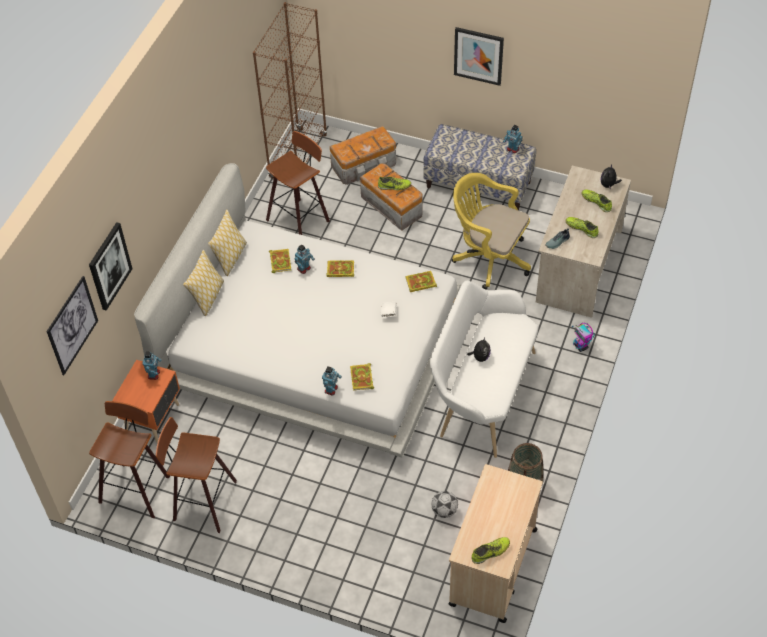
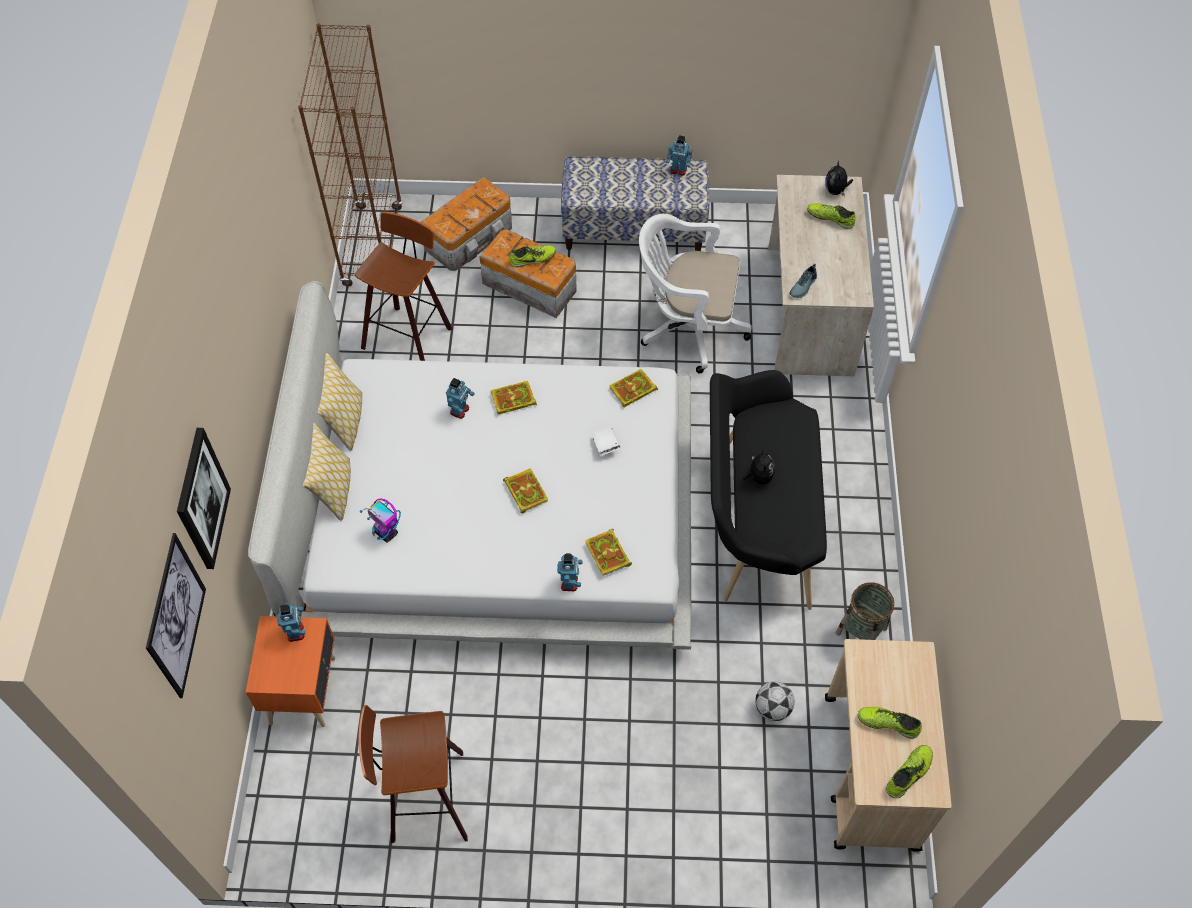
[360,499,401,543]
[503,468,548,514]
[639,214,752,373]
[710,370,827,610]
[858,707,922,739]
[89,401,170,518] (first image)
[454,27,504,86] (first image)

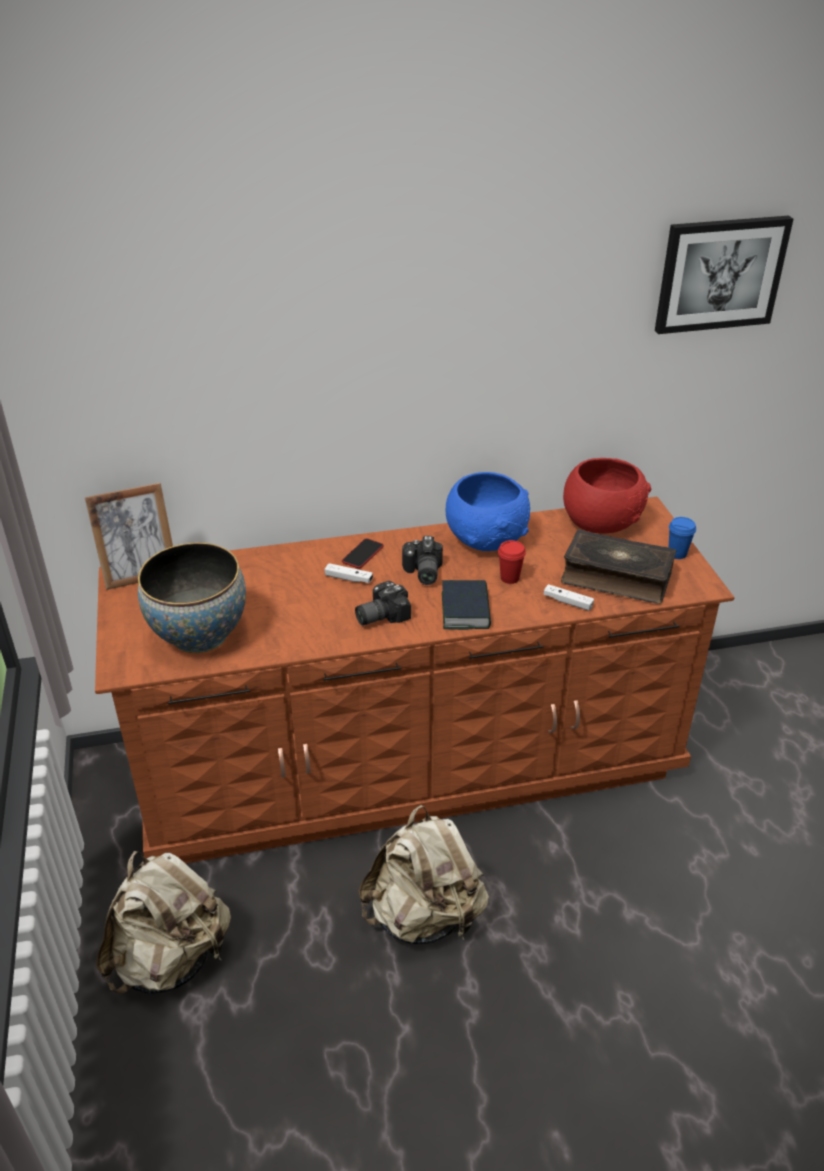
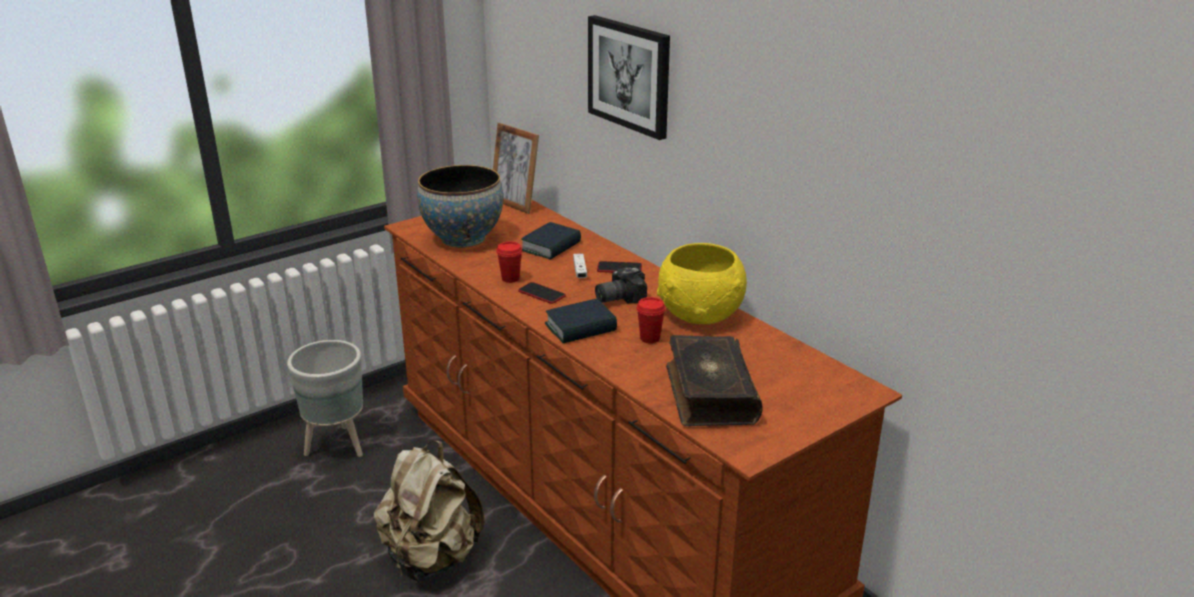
[287,340,363,457]
[496,242,522,283]
[518,282,566,304]
[521,222,581,260]
[588,15,670,140]
[657,243,747,324]
[544,584,594,611] (first image)
[563,458,651,533] (first image)
[669,517,696,559] (first image)

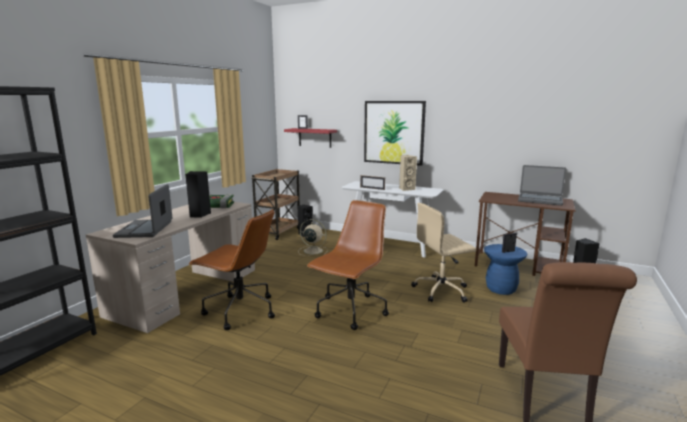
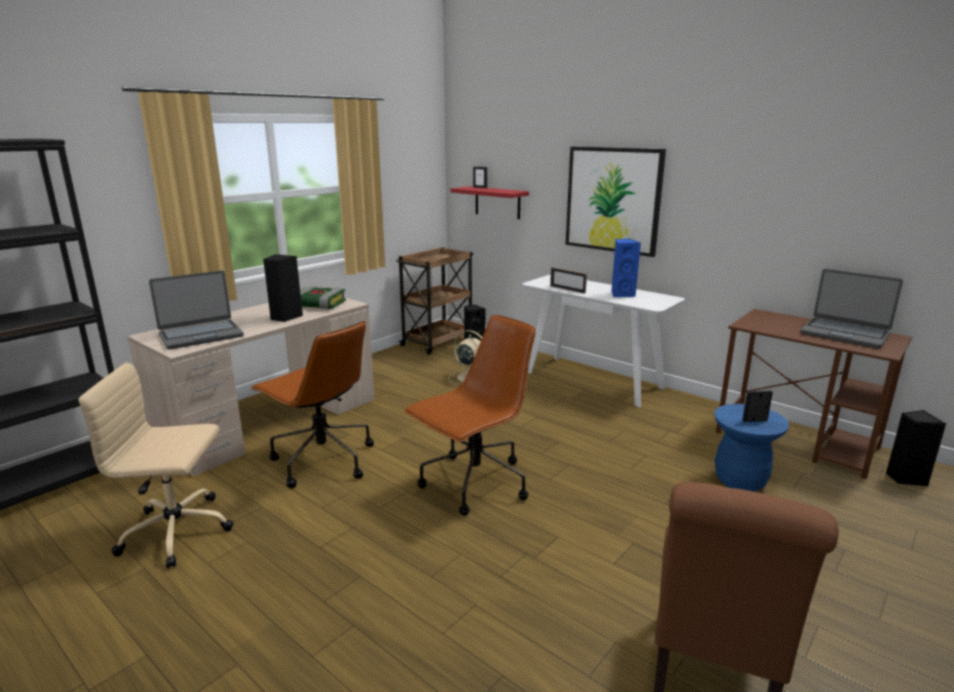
[78,362,233,568]
[149,271,244,349]
[611,239,641,297]

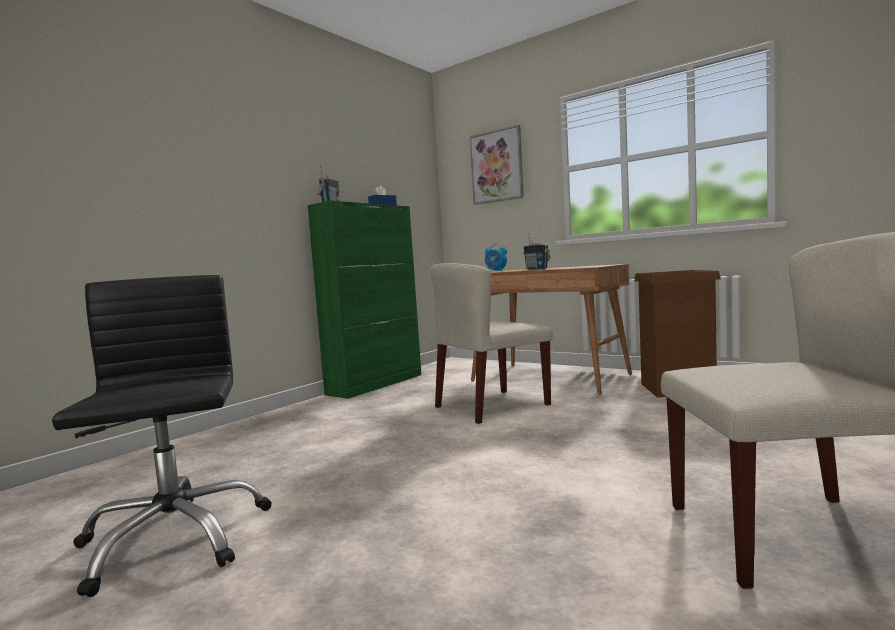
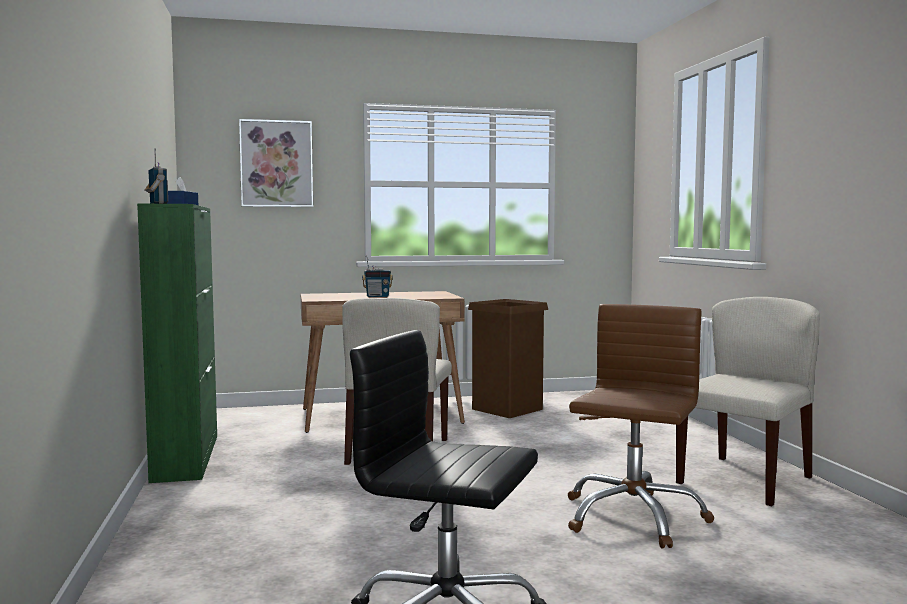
[568,304,714,549]
[485,243,507,271] (first image)

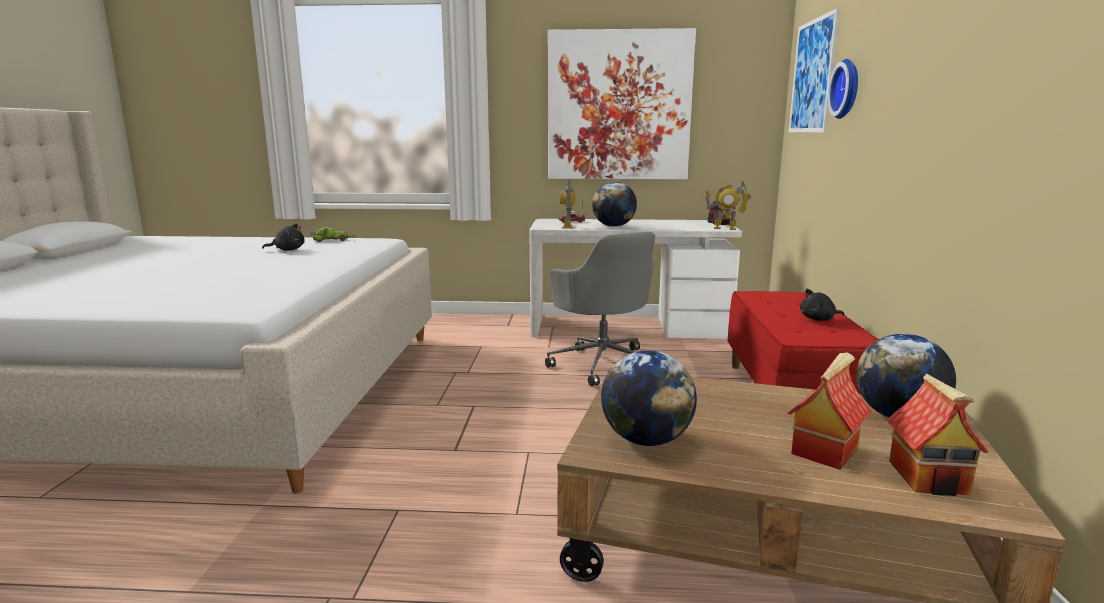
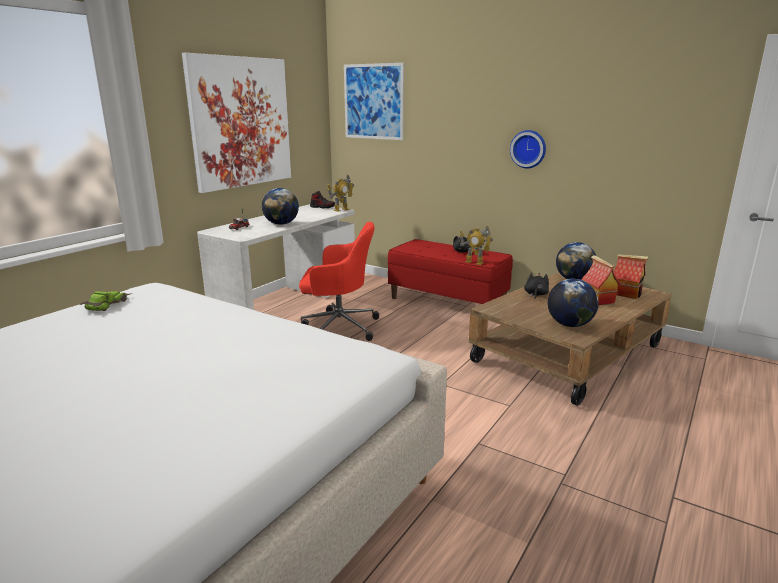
[299,222,379,341]
[460,226,493,265]
[510,130,546,168]
[524,273,549,299]

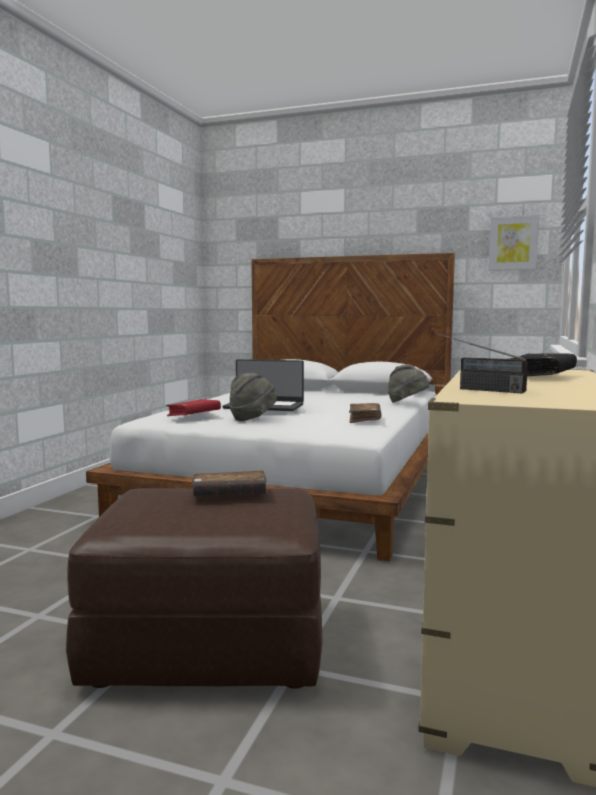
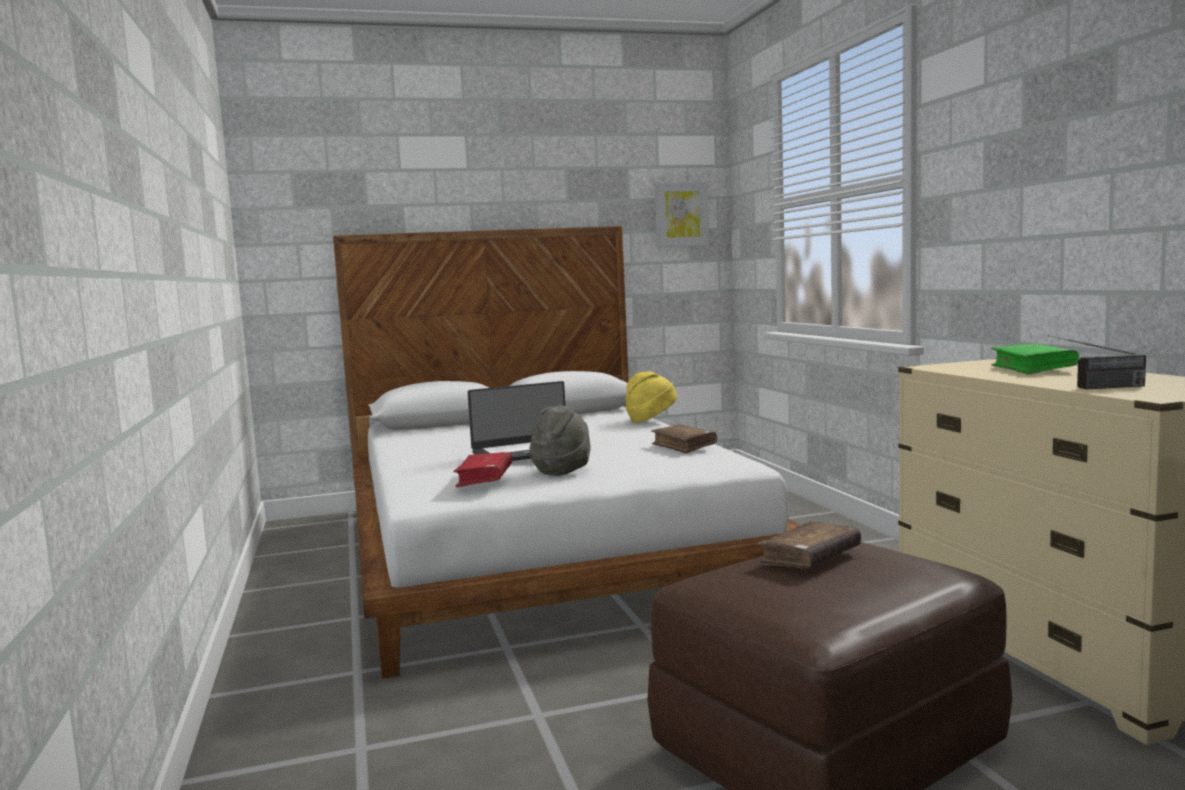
[626,371,677,423]
[991,344,1079,375]

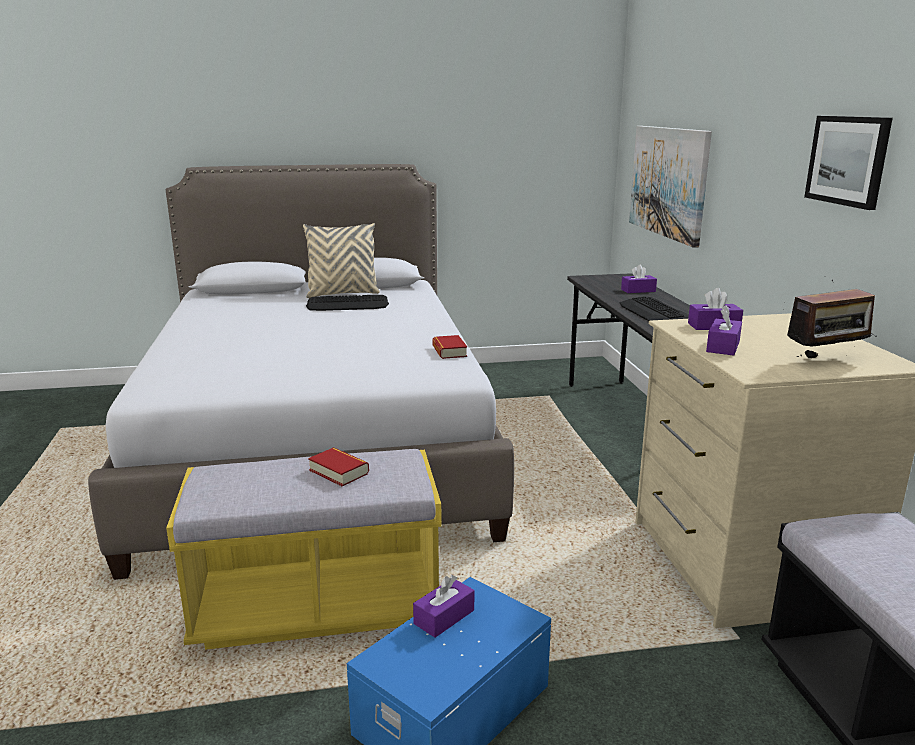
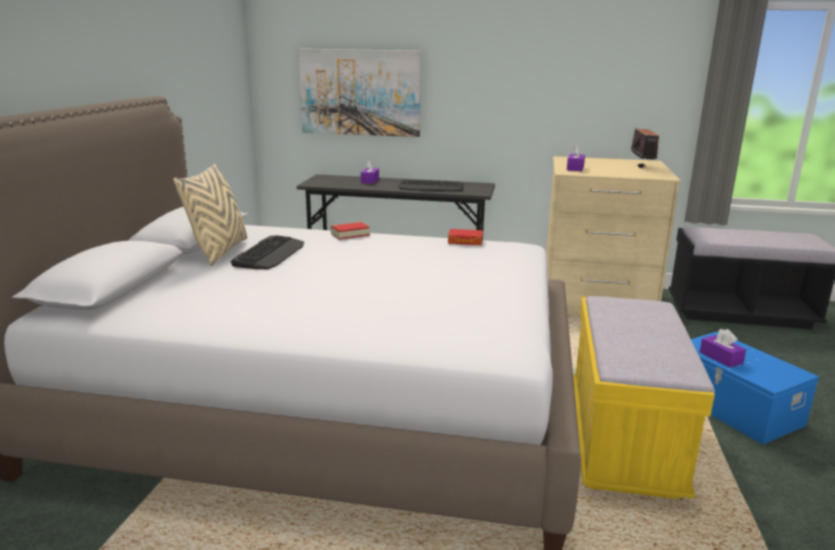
[331,222,370,240]
[706,305,742,356] (first image)
[804,116,893,210] (first image)

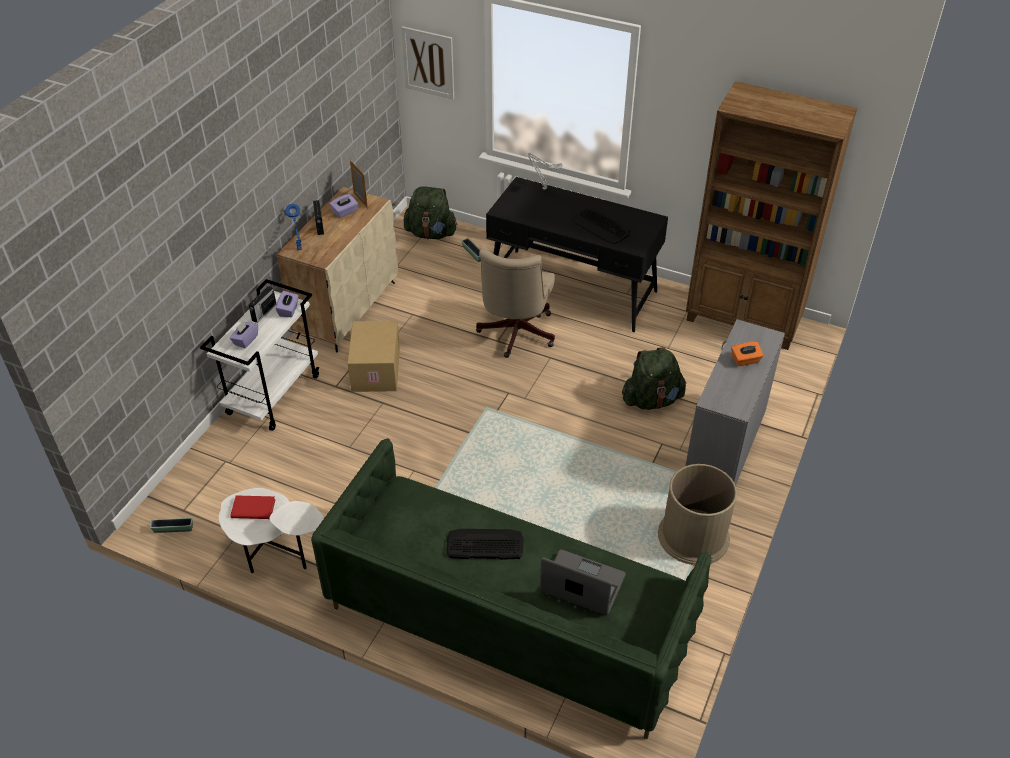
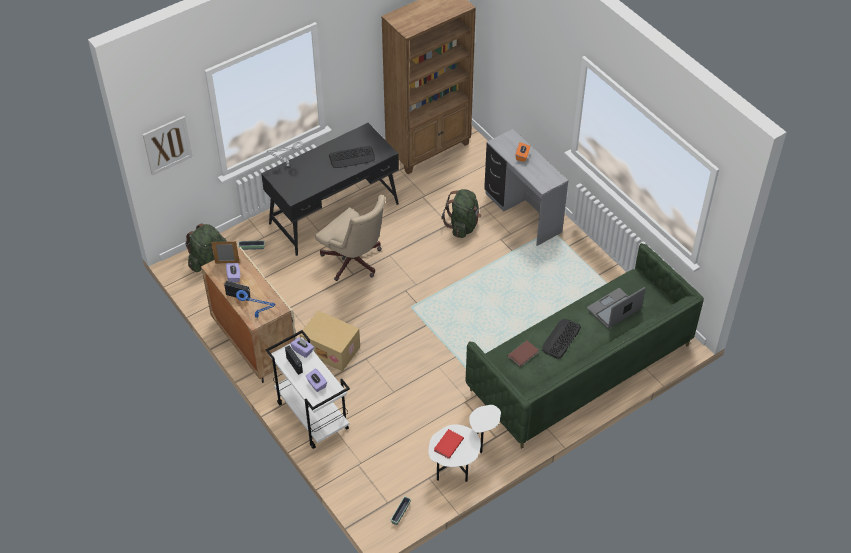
[508,340,539,367]
[658,464,737,566] (first image)

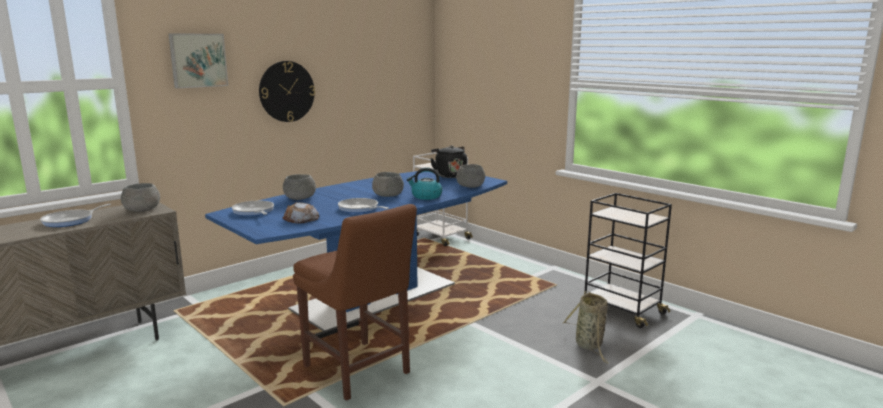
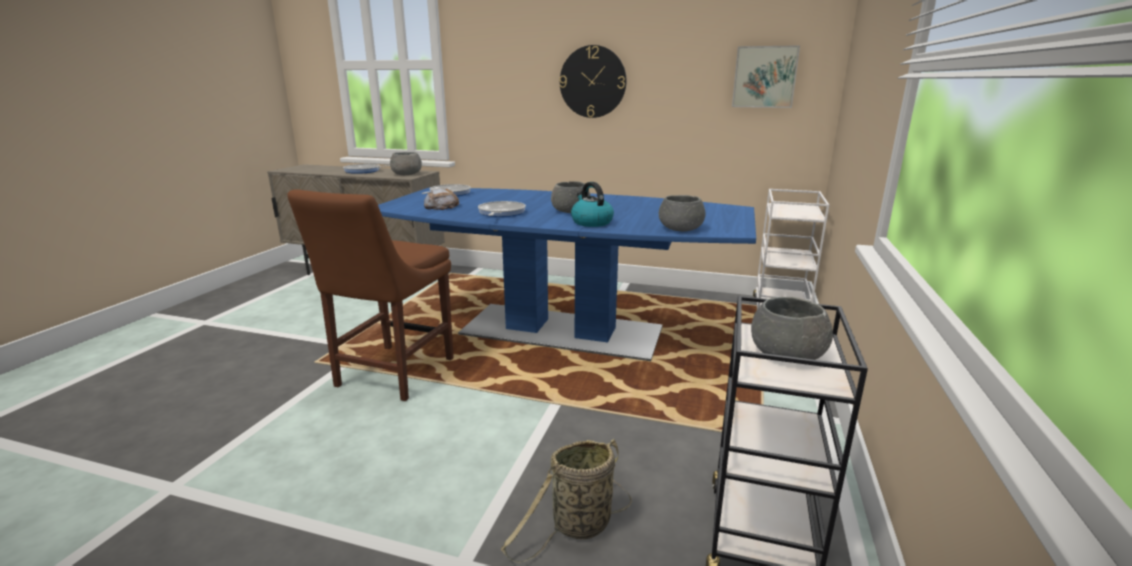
[732,45,800,108]
[751,297,833,360]
[430,145,467,178] (first image)

